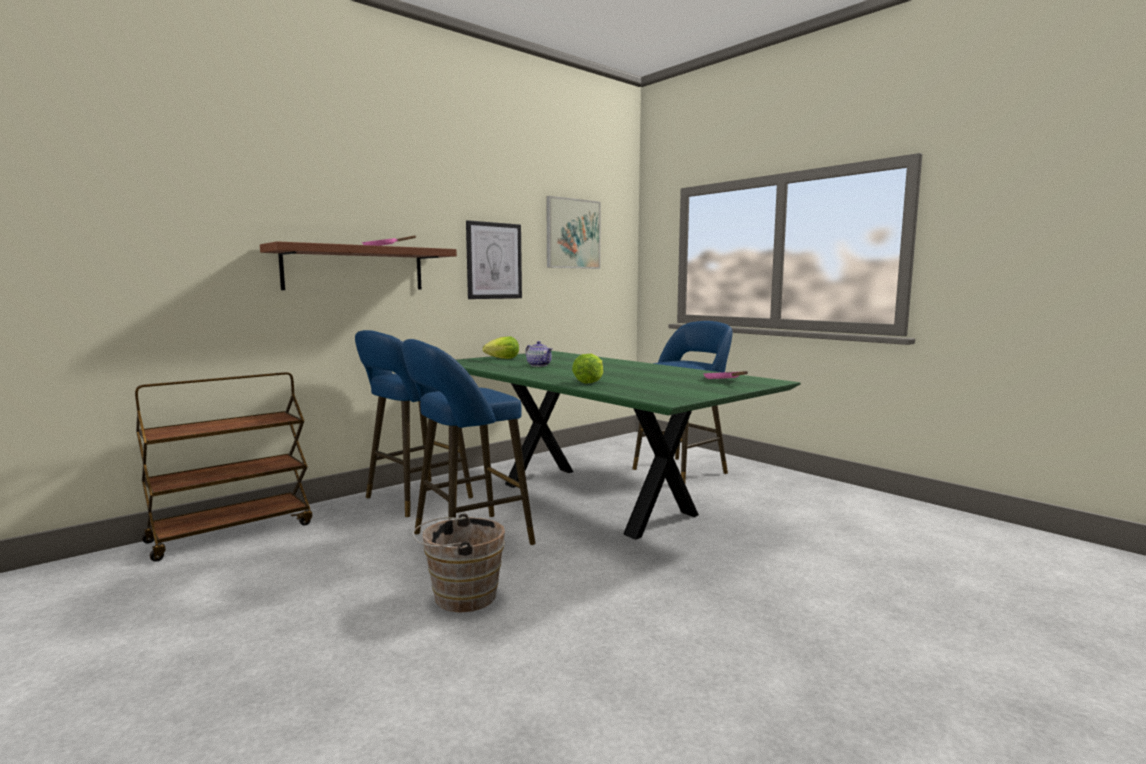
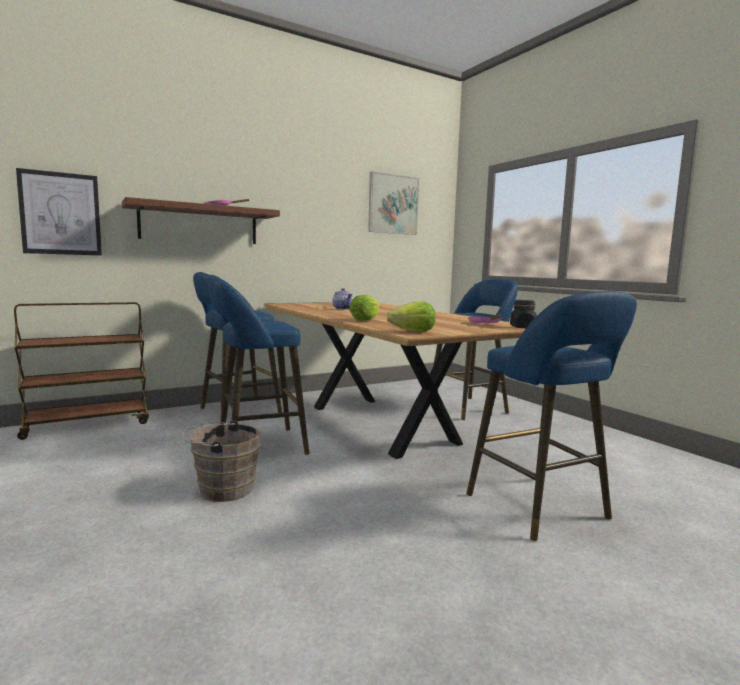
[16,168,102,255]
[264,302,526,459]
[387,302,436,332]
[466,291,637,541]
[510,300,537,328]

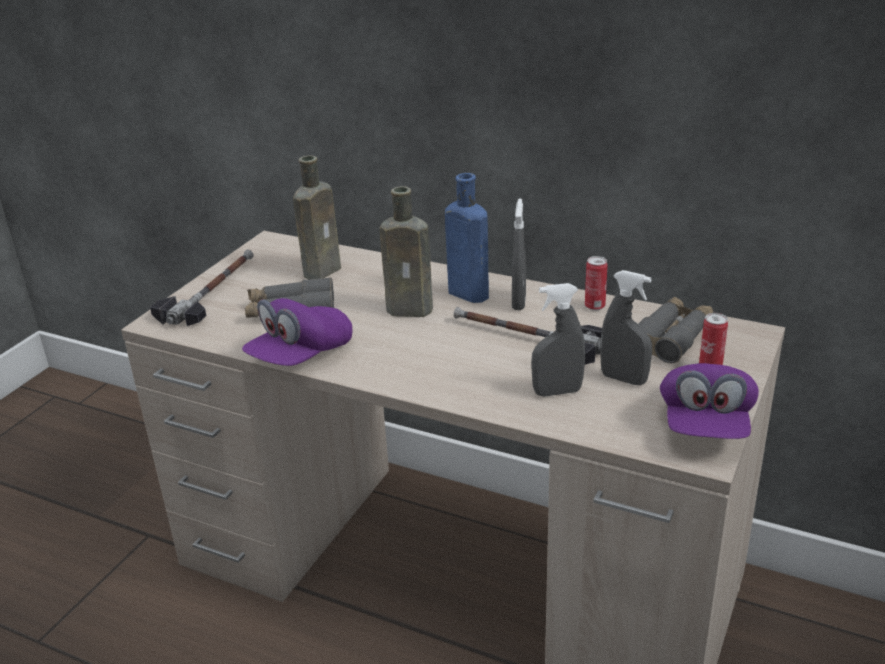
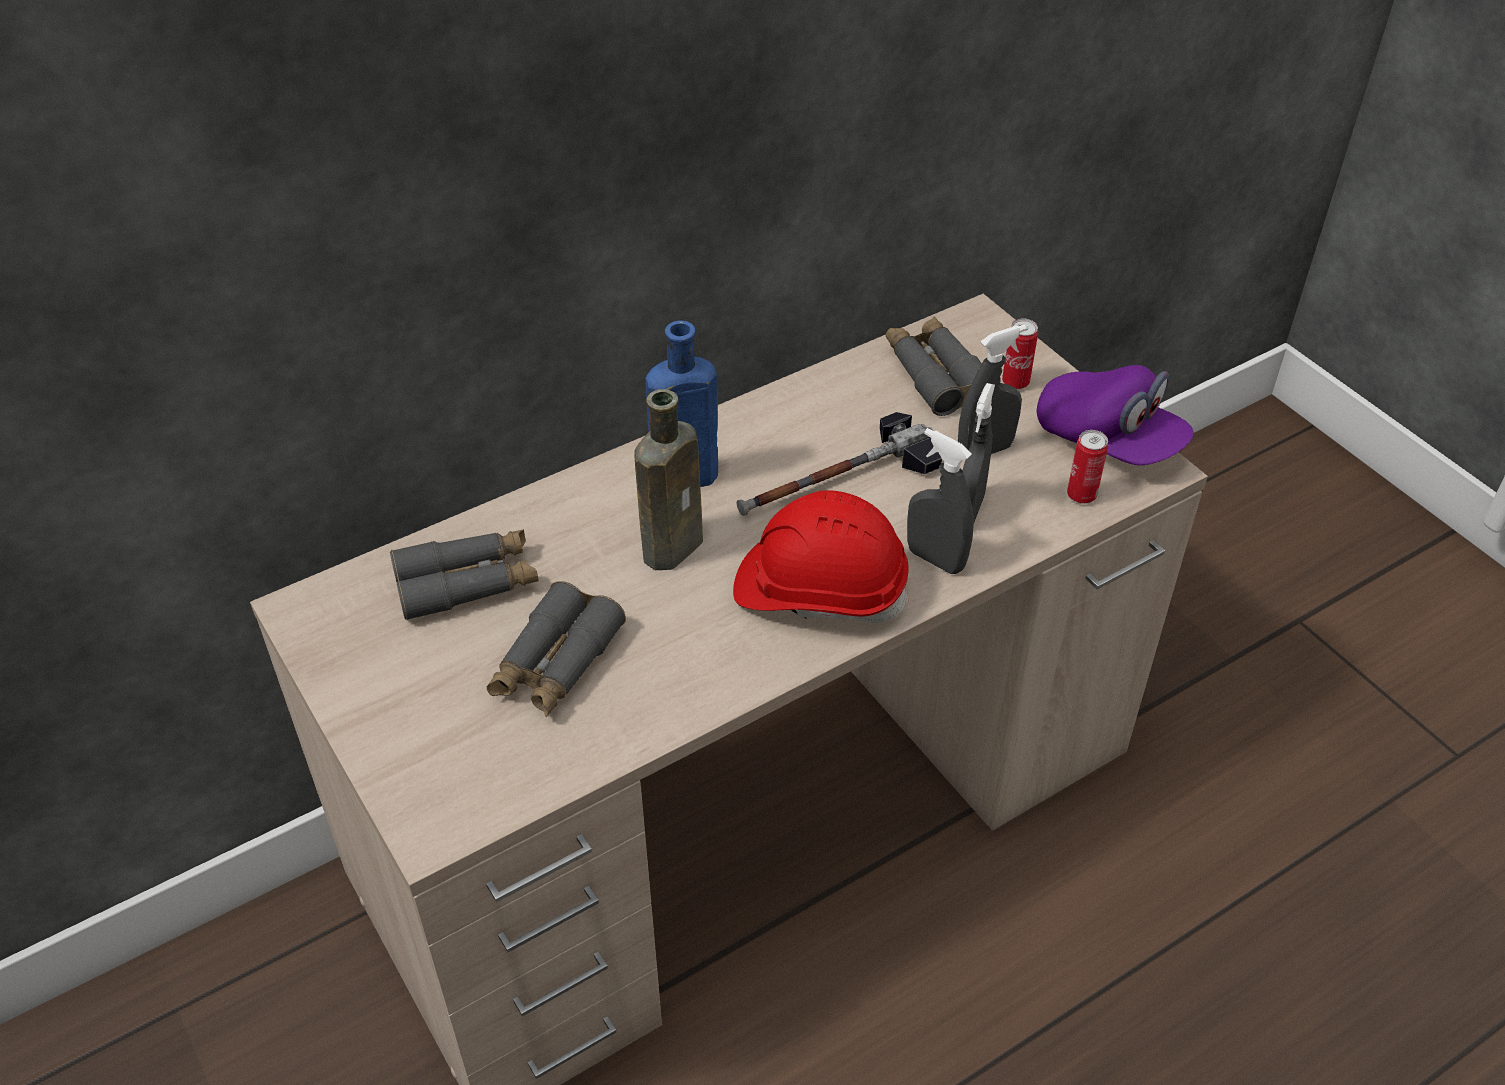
[390,529,538,620]
[733,490,909,623]
[907,428,974,574]
[1067,430,1108,504]
[150,249,254,326] (first image)
[242,298,352,366] (first image)

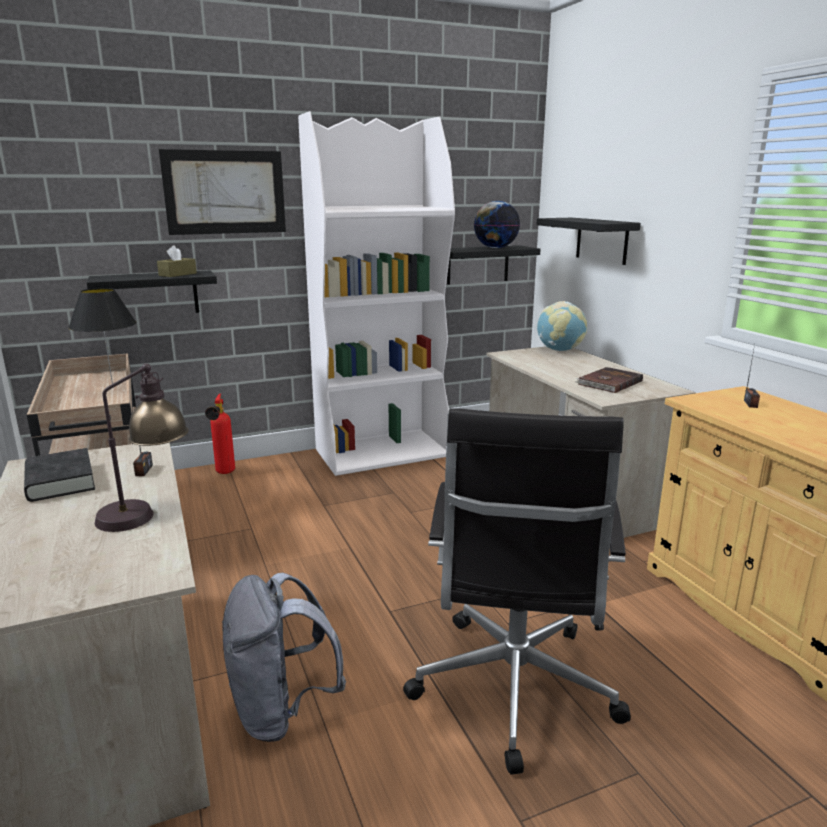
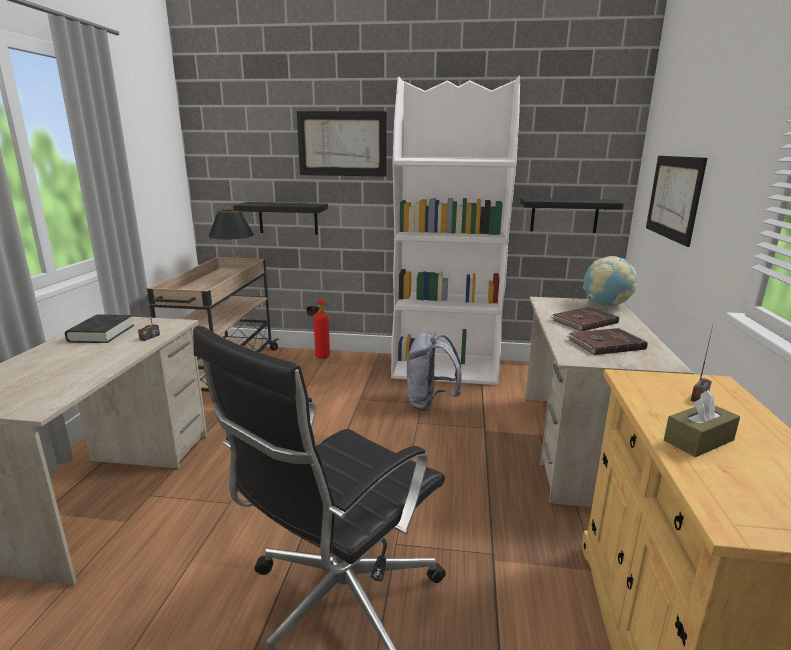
[406,332,462,411]
[550,307,619,331]
[646,156,707,247]
[664,390,740,457]
[95,363,189,532] (first image)
[474,201,520,248] (first image)

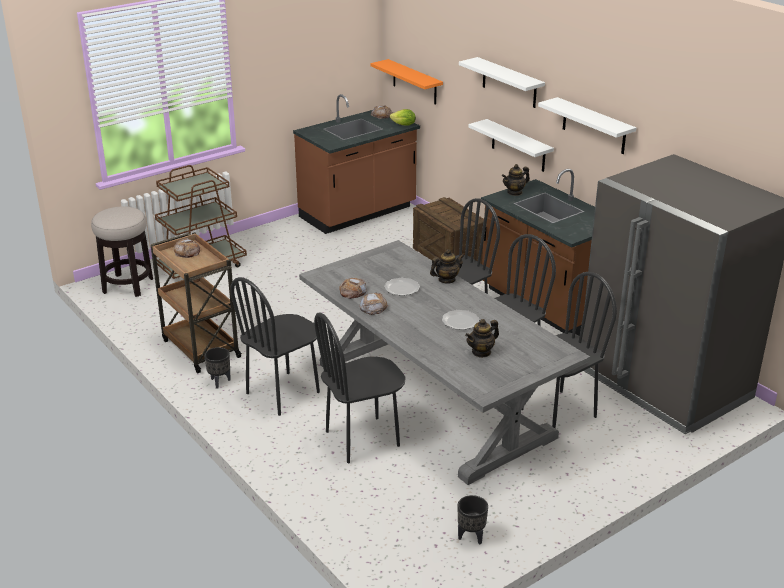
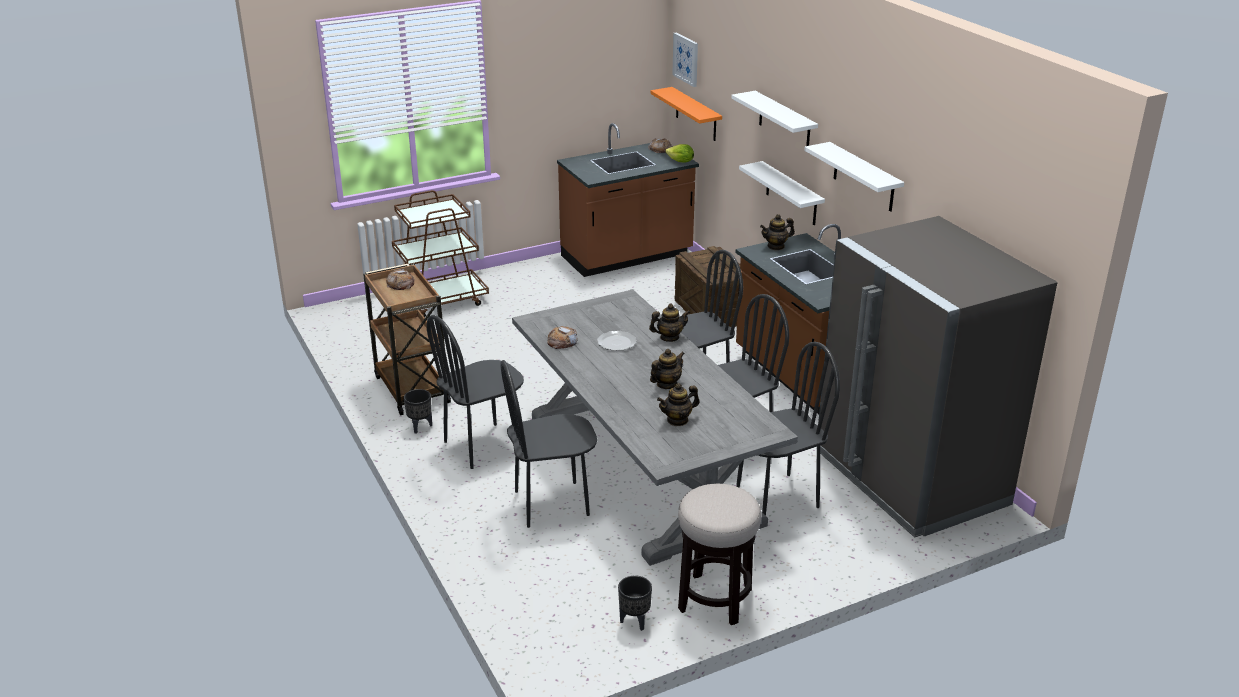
[650,349,685,389]
[672,33,698,87]
[678,484,761,625]
[359,292,388,315] (first image)

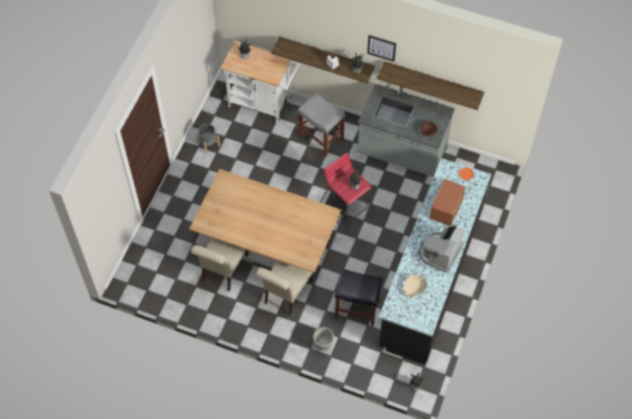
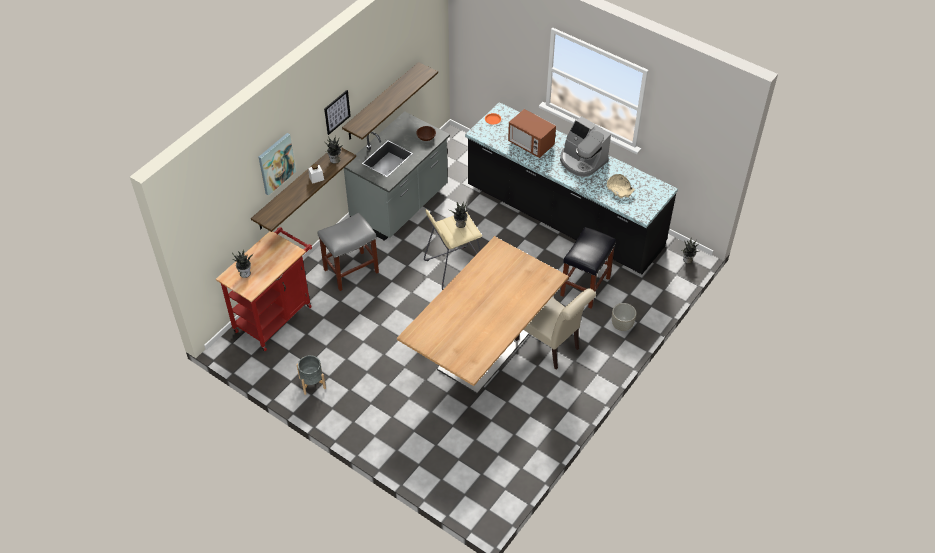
[216,227,312,351]
[259,133,296,196]
[424,209,482,290]
[191,238,249,292] (first image)

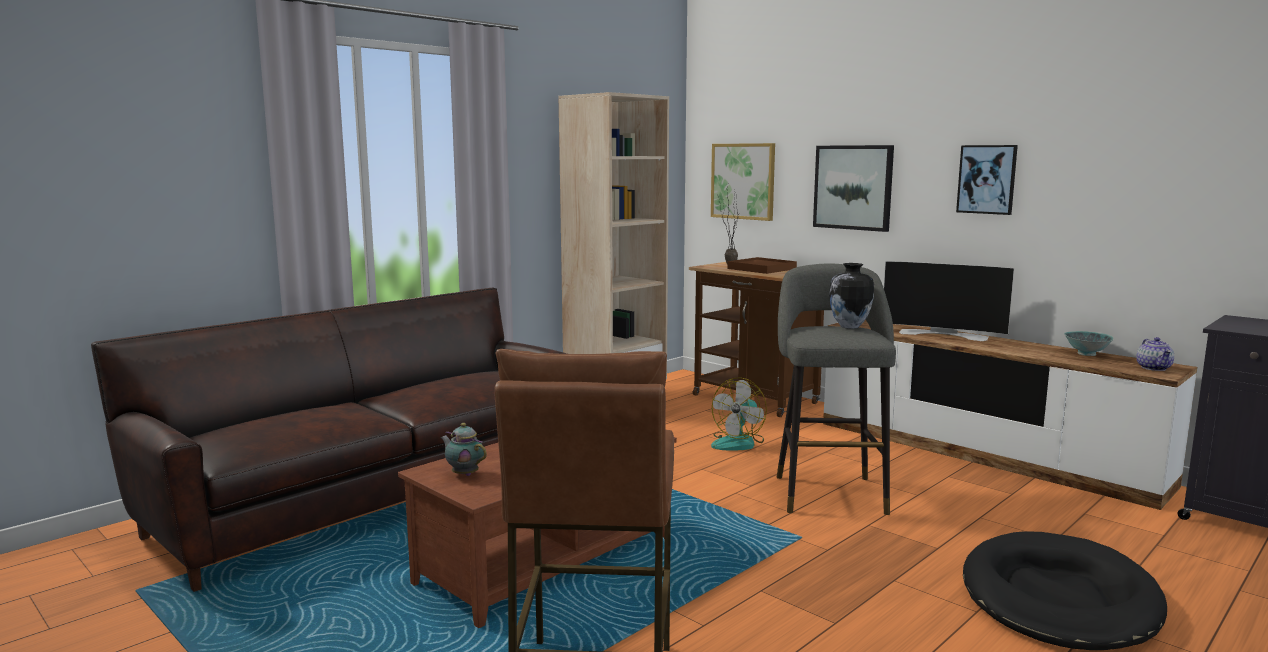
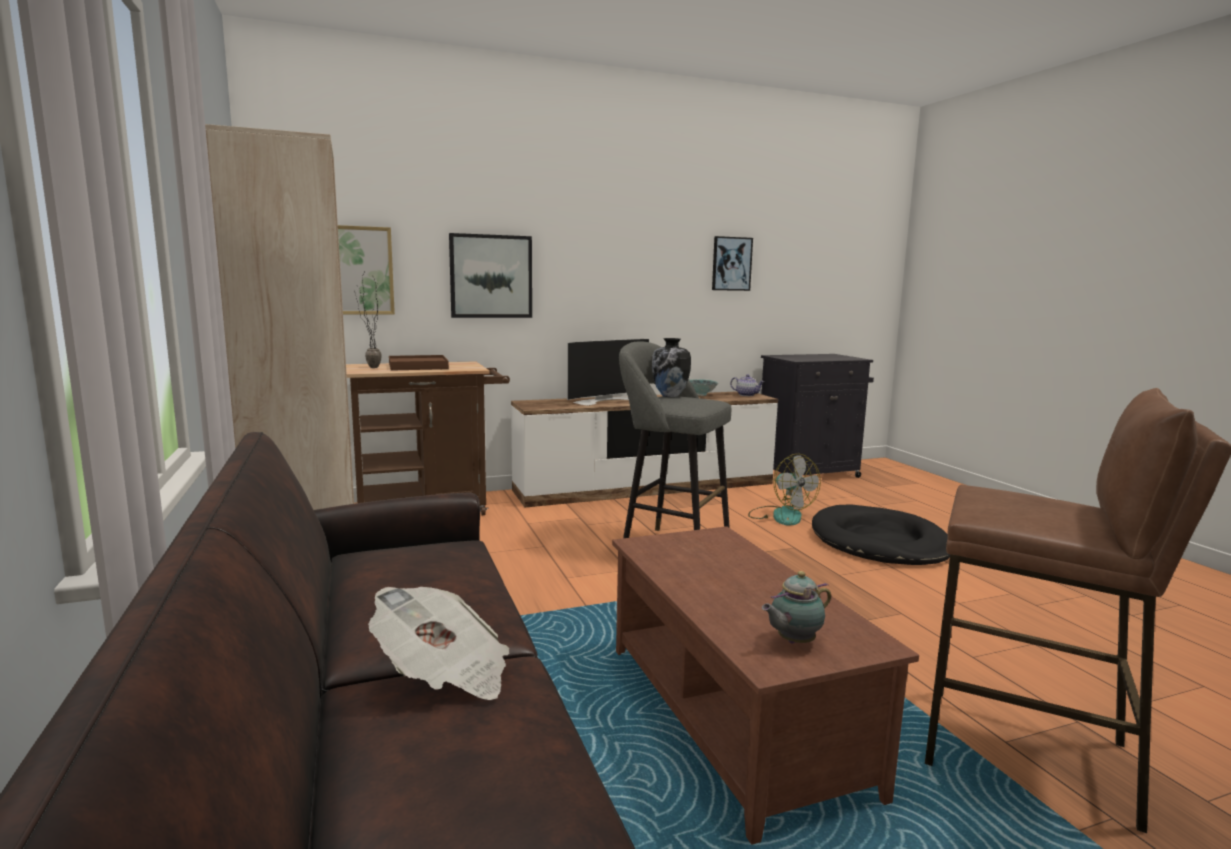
[368,587,509,700]
[712,236,753,291]
[748,454,821,526]

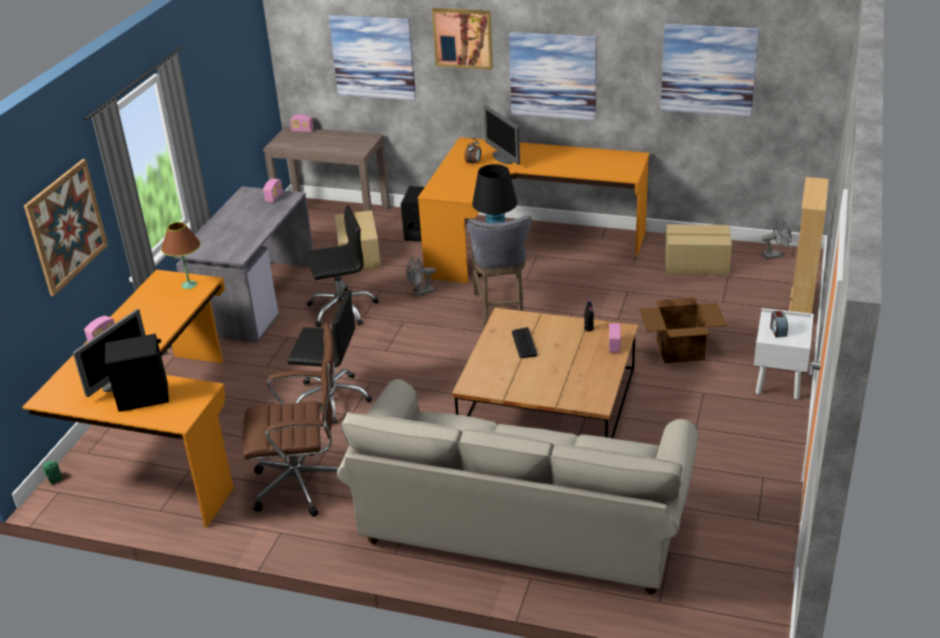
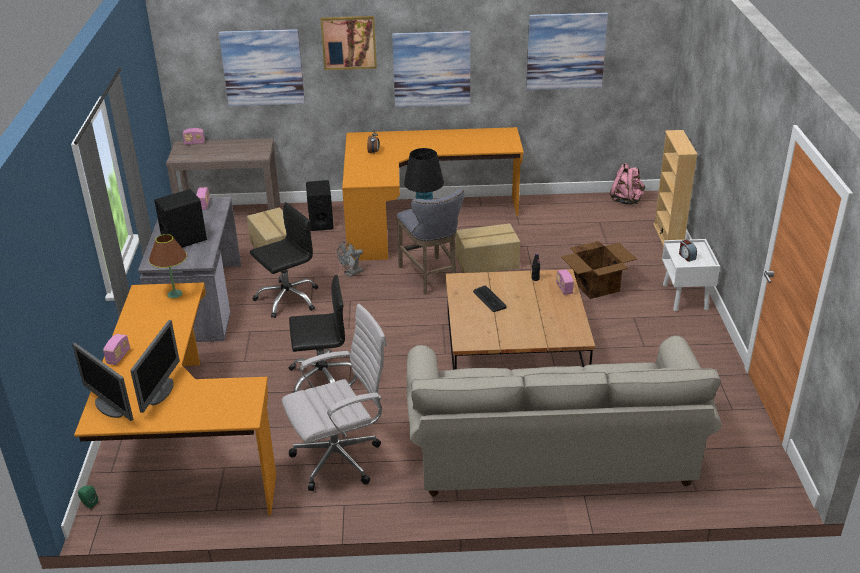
[72,343,133,421]
[154,189,207,248]
[282,304,387,491]
[456,223,520,273]
[610,163,645,205]
[24,159,108,296] (first image)

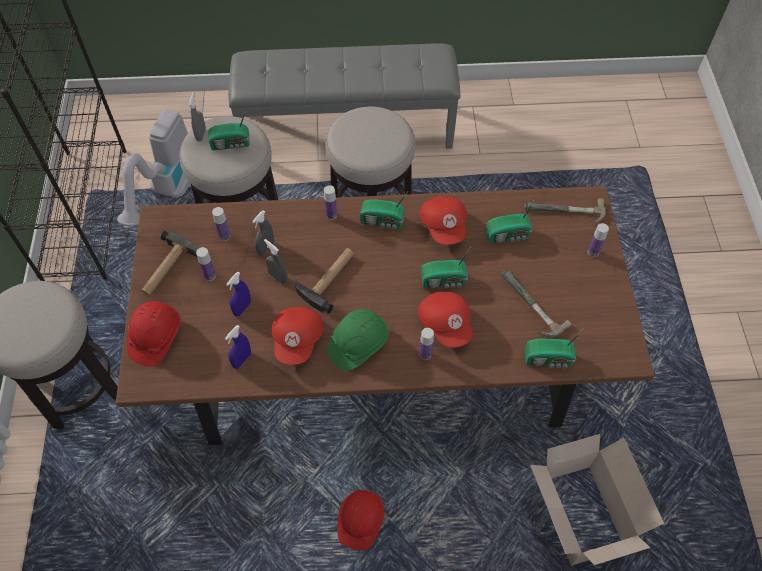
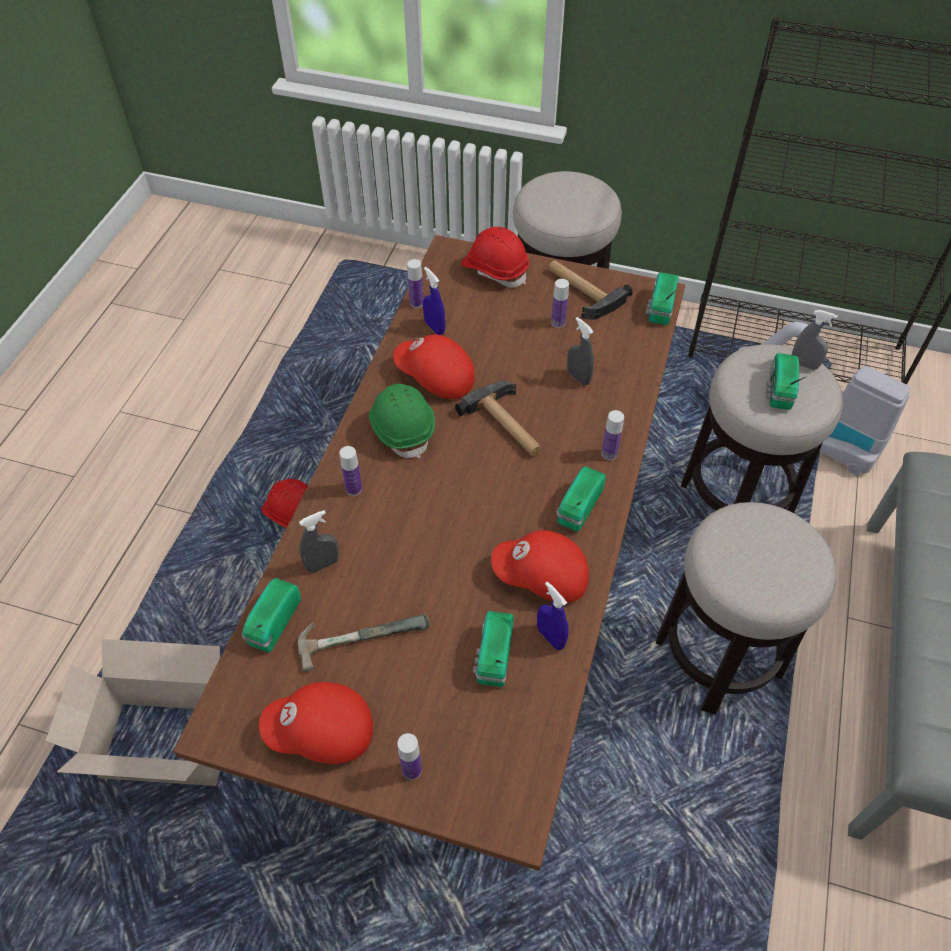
[259,682,373,764]
[299,510,339,573]
[407,259,424,308]
[537,581,569,650]
[646,273,679,325]
[524,198,606,224] (first image)

